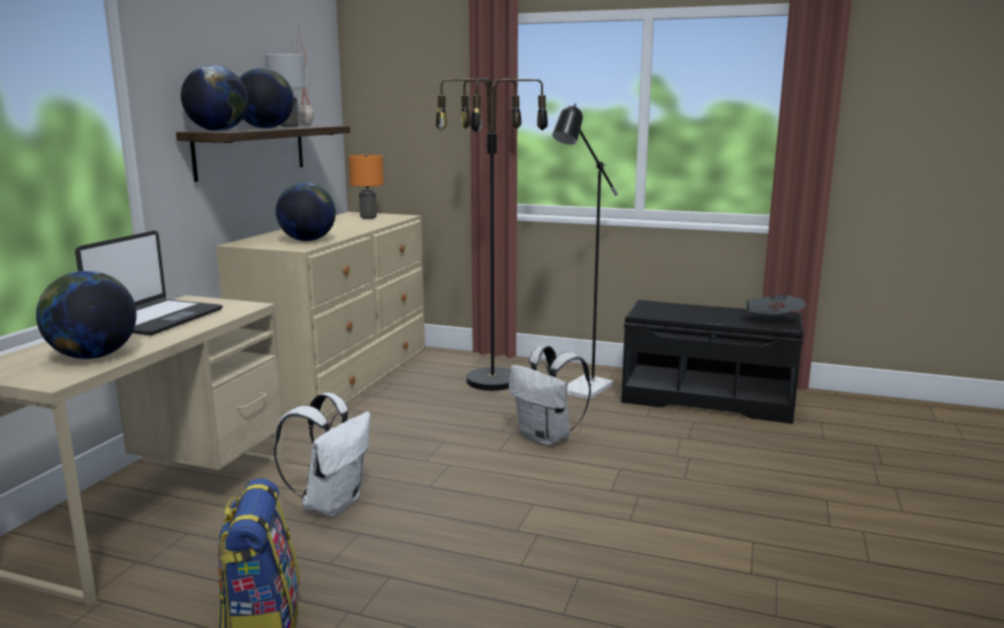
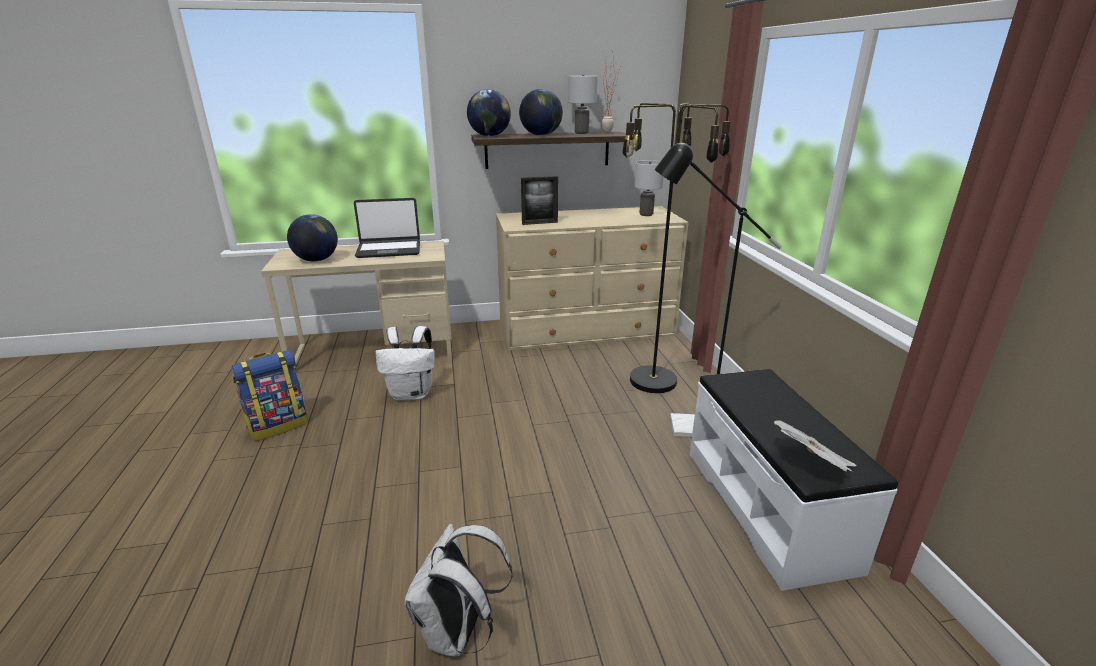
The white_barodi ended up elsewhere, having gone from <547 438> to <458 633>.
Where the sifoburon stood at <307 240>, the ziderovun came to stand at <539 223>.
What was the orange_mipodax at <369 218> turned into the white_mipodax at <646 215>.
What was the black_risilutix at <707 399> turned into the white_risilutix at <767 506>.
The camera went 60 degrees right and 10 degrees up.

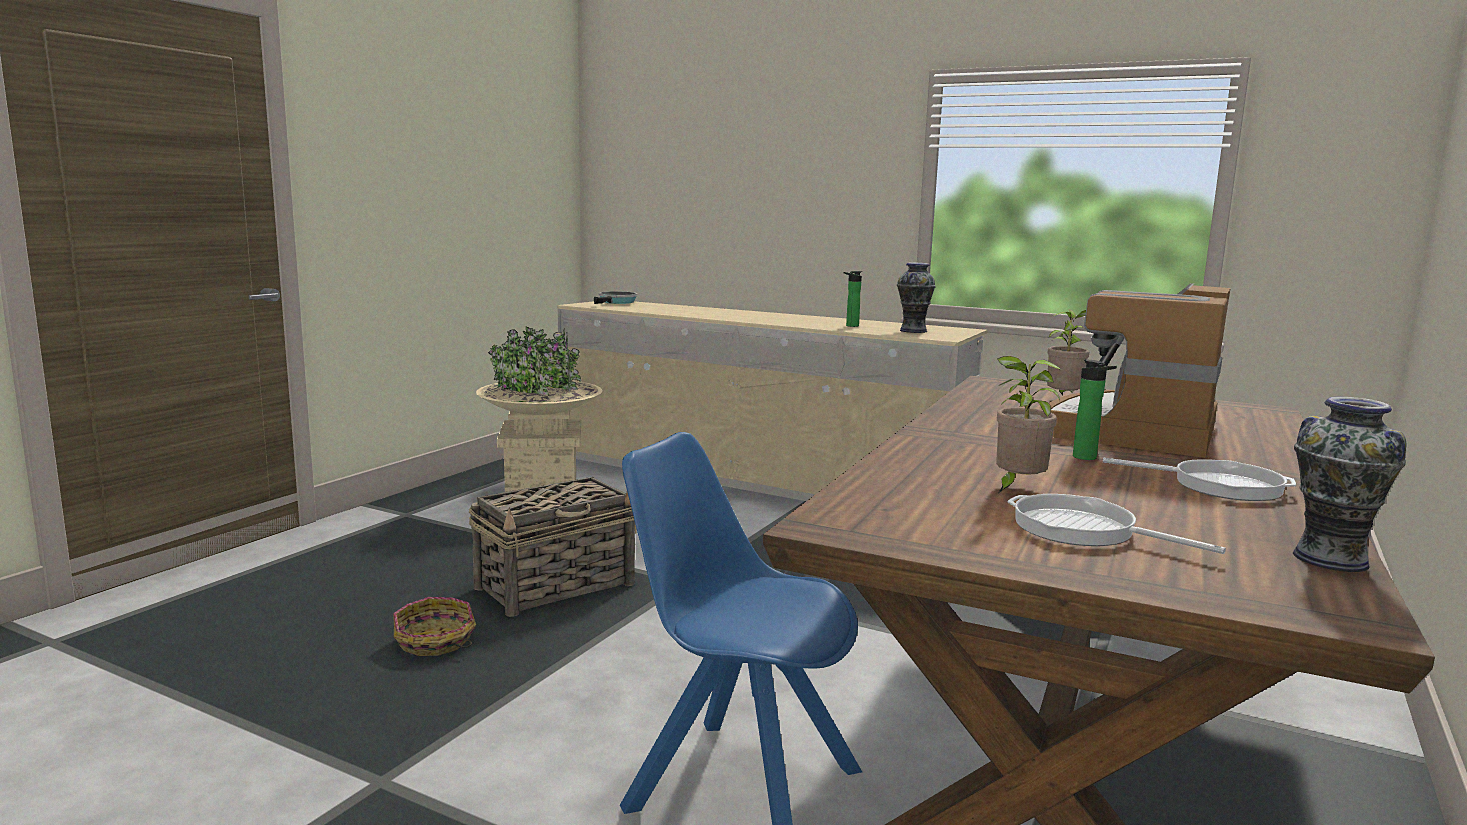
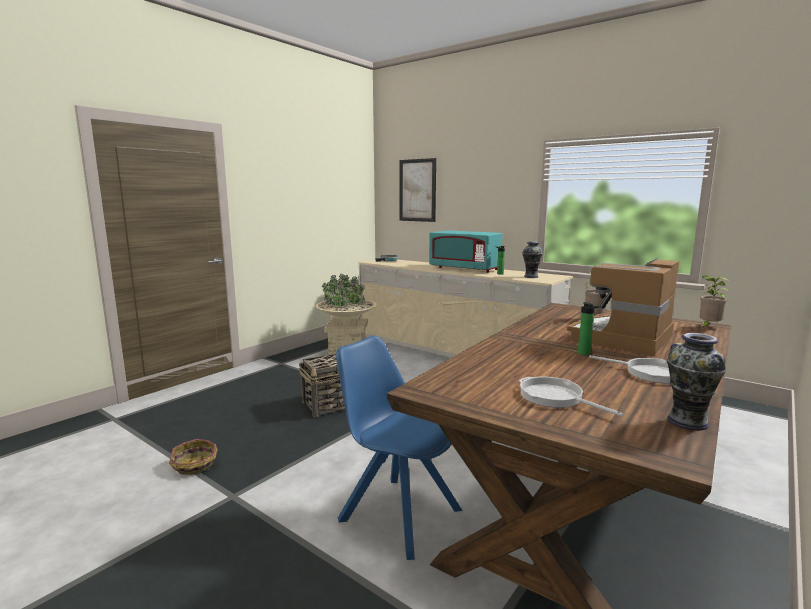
The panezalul ended up elsewhere, having gone from <435 642> to <194 465>.
The second view gained the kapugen at <417 190>.
The second view gained the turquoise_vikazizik at <465 269>.
The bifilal ended up elsewhere, having gone from <1016 487> to <708 327>.
The camera went 10 degrees right and 0 degrees up.

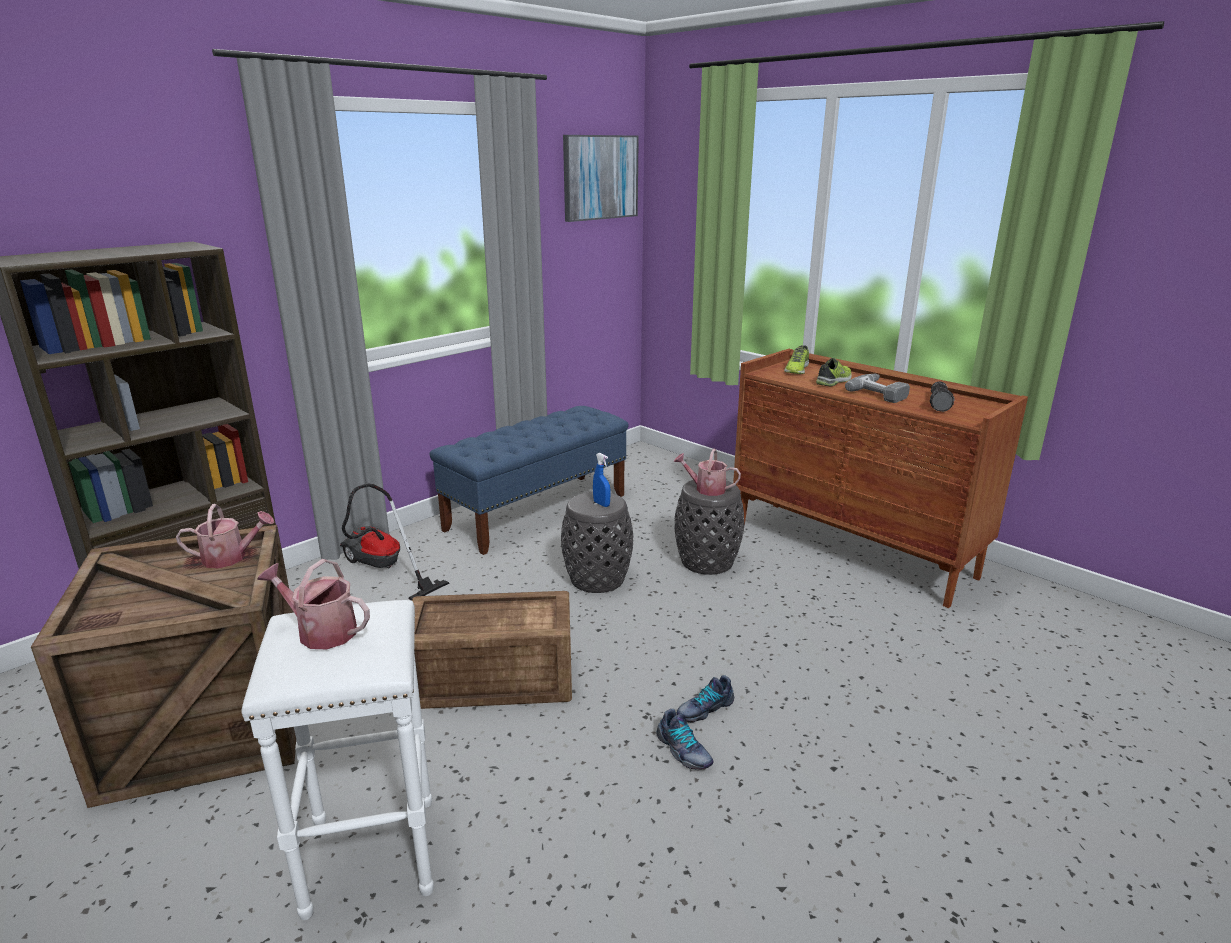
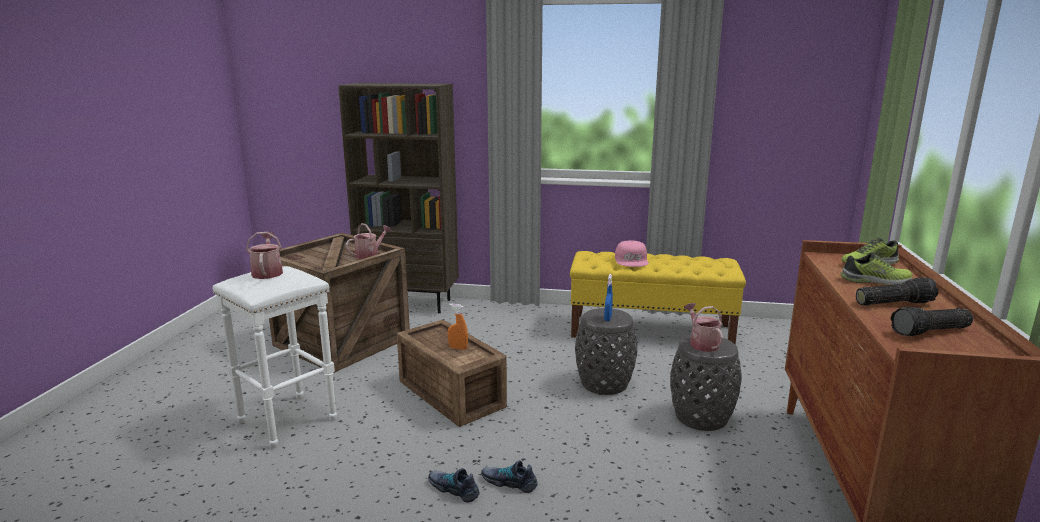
The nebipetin at <231 557> ended up facing another way, 90 degrees counterclockwise from before.
The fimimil at <683 751> ended up facing another way, 105 degrees clockwise from before.
The second view gained the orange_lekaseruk at <458 348>.
What was the blue_risilutix at <537 512> turned into the yellow_risilutix at <651 331>.
The second view gained the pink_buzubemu at <632 260>.
Where the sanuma stood at <881 393>, the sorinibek came to stand at <893 303>.
The second view lost the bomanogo at <382 569>.
The second view lost the kapugen at <600 177>.
The camera went 55 degrees right and 5 degrees down.

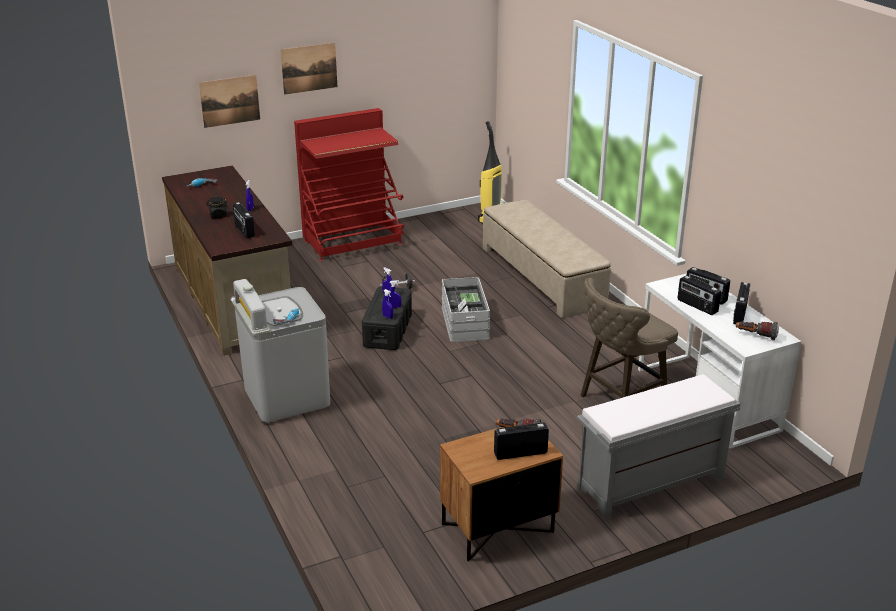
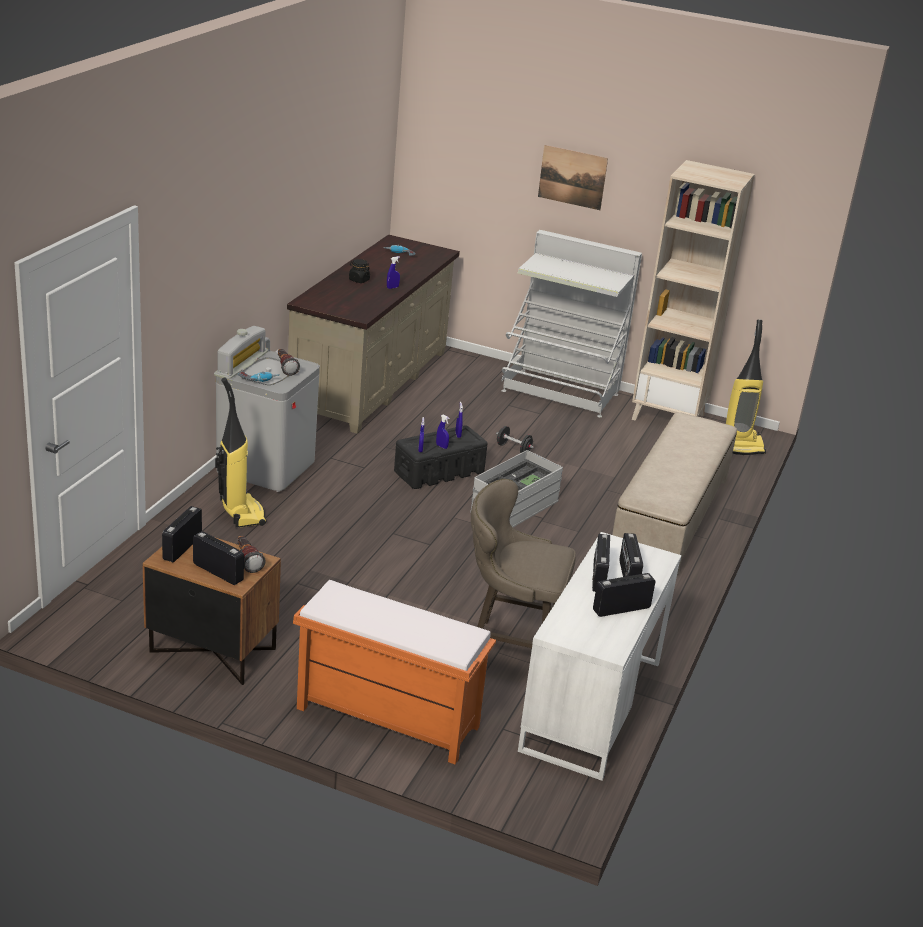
The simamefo ended up elsewhere, having gone from <244 231> to <181 547>.
The second view gained the bomanogo at <241 513>.
The sorinibek ended up elsewhere, having gone from <755 336> to <285 368>.
What was the grey_risilutix at <650 485> turned into the orange_risilutix at <385 718>.
What was the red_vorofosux at <354 243> turned into the white_vorofosux at <558 394>.
The second view gained the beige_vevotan at <668 417>.
The second view lost the kapugen at <230 101>.
The camera went 45 degrees right and 0 degrees up.

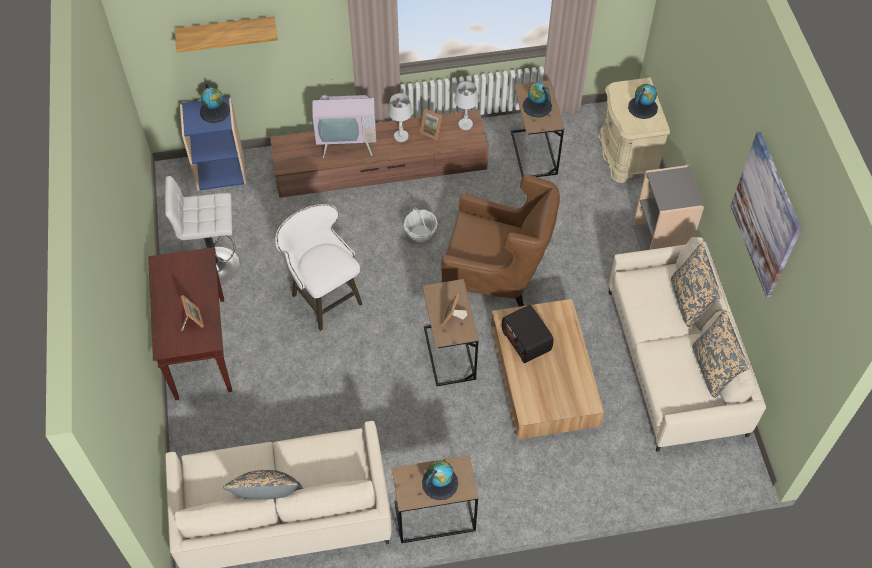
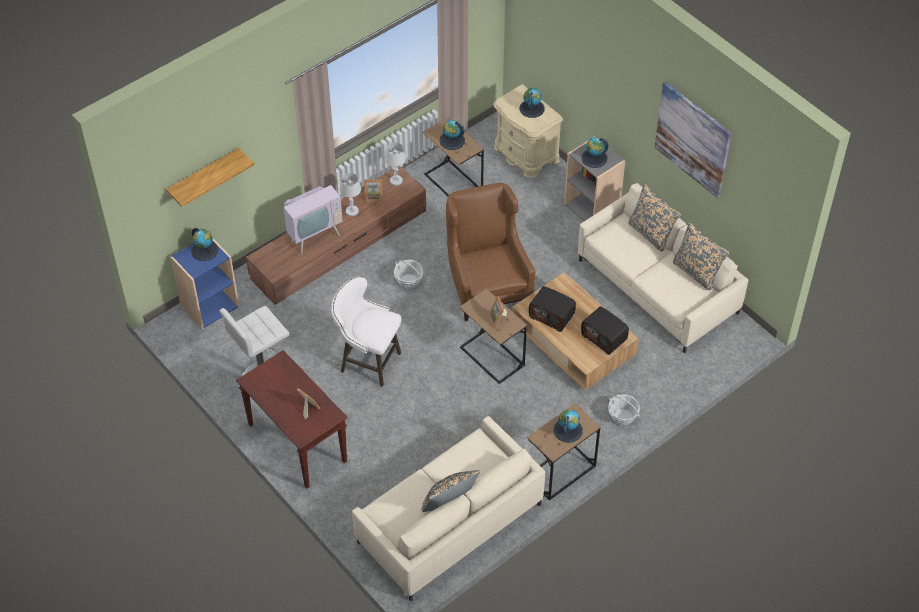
The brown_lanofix at <496 274> ended up facing another way, 90 degrees counterclockwise from before.
The second view gained the sifoburon at <594 158>.
The second view gained the simamefo at <604 337>.
The second view gained the panezalul at <622 417>.
The camera went 30 degrees left and 5 degrees down.

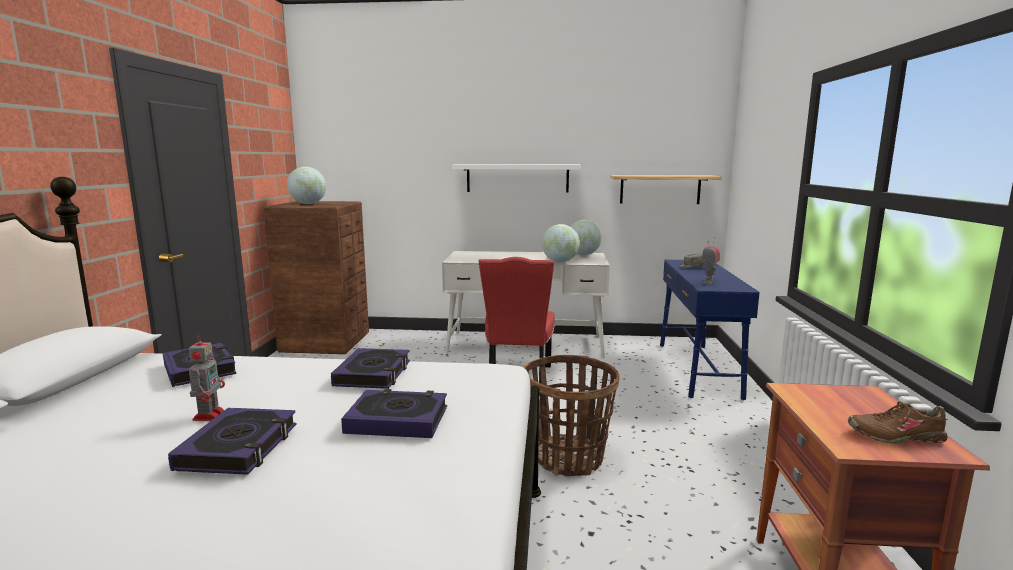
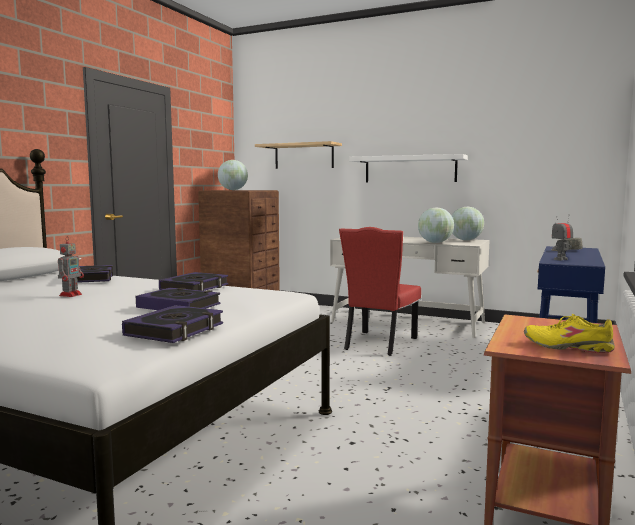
The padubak ended up elsewhere, having gone from <239 447> to <175 330>.
The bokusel ended up elsewhere, having gone from <660 189> to <304 156>.
What was the brown_fimimil at <895 436> turned into the yellow_fimimil at <567 347>.
The second view lost the panezalul at <568 458>.
The camera went 20 degrees right and 5 degrees down.

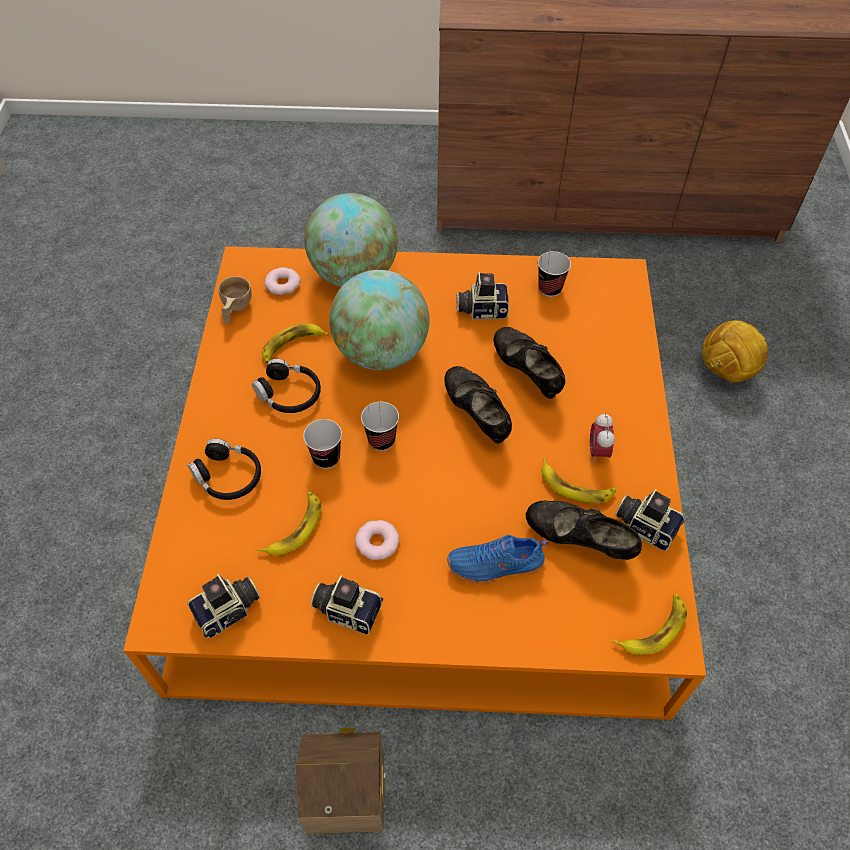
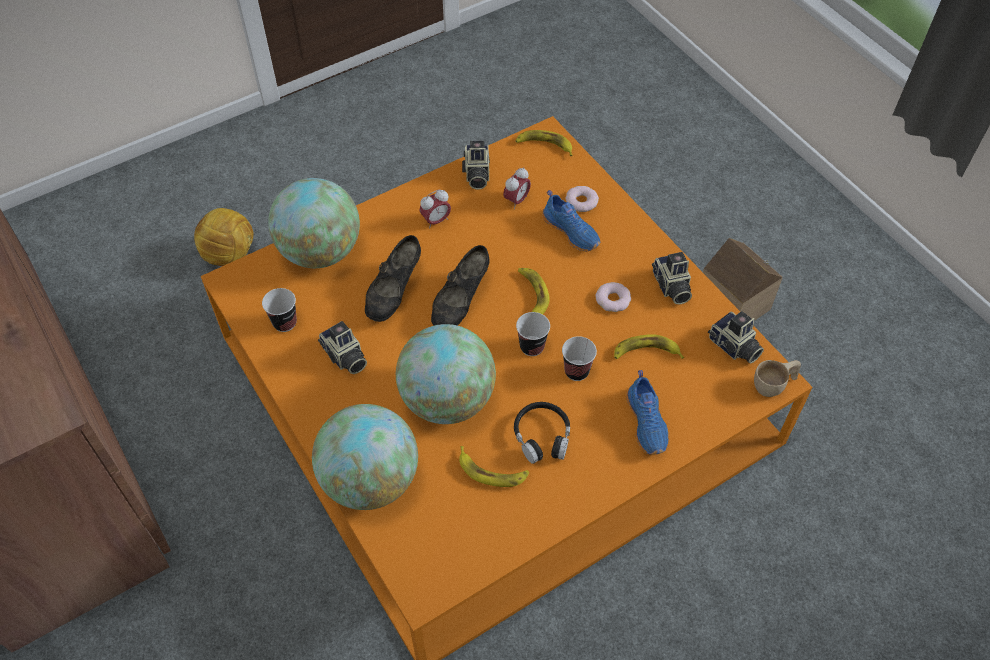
The second view gained the sifoburon at <320 252>.
Where the black_fimimil stood at <578 541>, the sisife came to stand at <516 200>.
The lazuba ended up elsewhere, having gone from <575 486> to <531 295>.
The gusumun ended up elsewhere, having gone from <283 284> to <581 201>.
Where the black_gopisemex stood at <228 476>, the blue_fimimil came to stand at <647 422>.
The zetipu at <229 612> ended up facing another way, 150 degrees counterclockwise from before.
The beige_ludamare ended up elsewhere, having gone from <235 309> to <774 385>.
The camera went 125 degrees left and 0 degrees up.

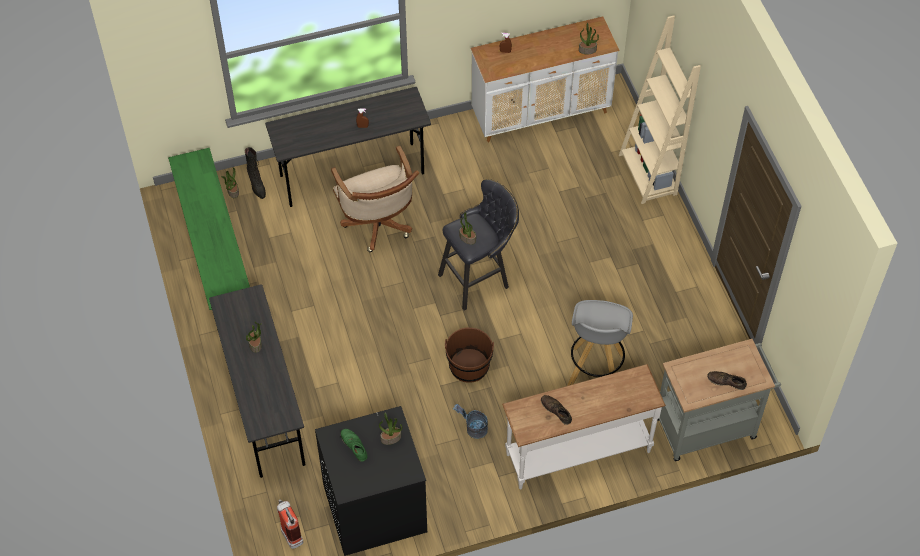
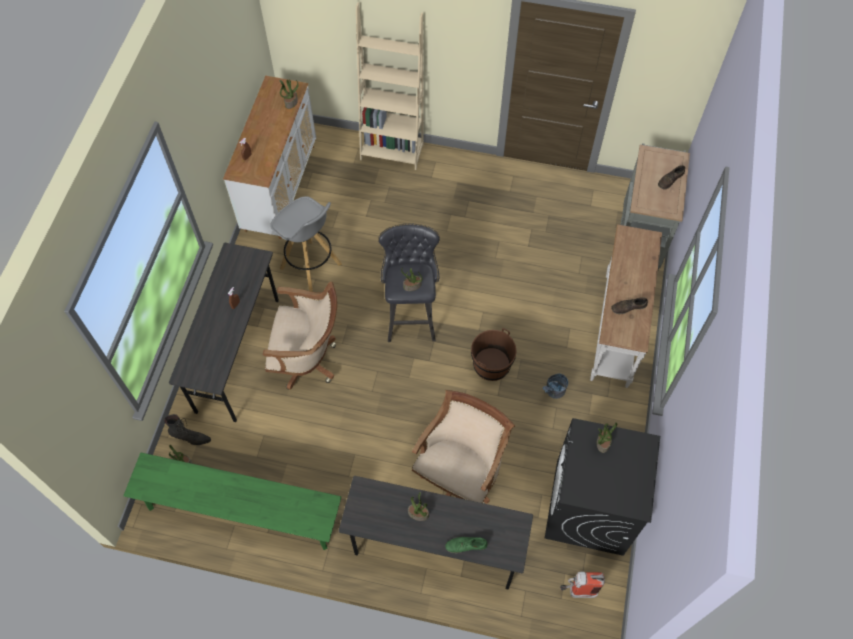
The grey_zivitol ended up elsewhere, having gone from <594 372> to <311 267>.
The second view gained the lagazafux at <460 476>.
The green_fimimil ended up elsewhere, having gone from <354 446> to <466 545>.
The camera went 60 degrees left and 5 degrees up.

